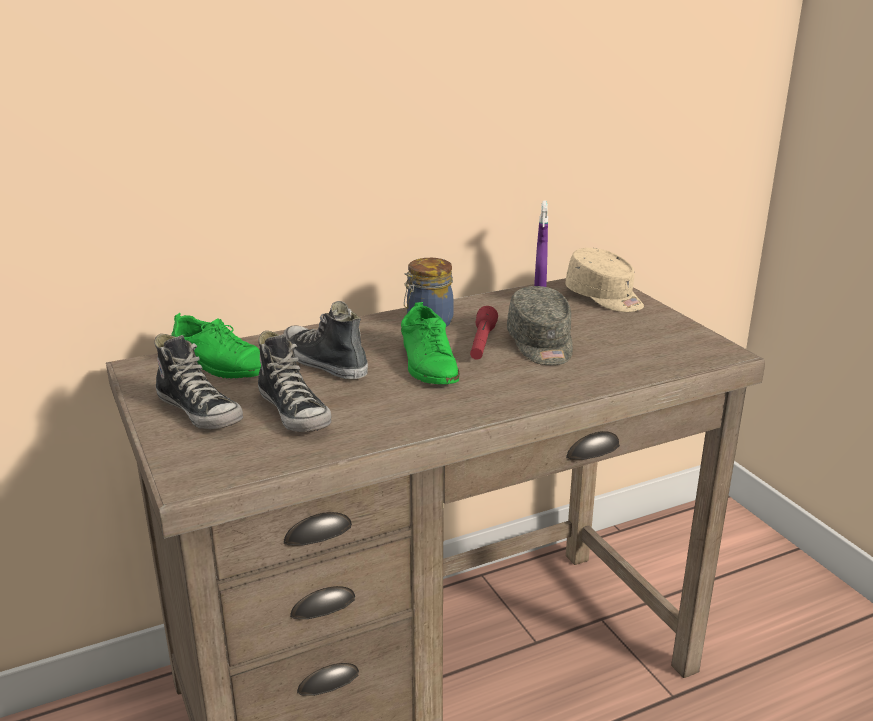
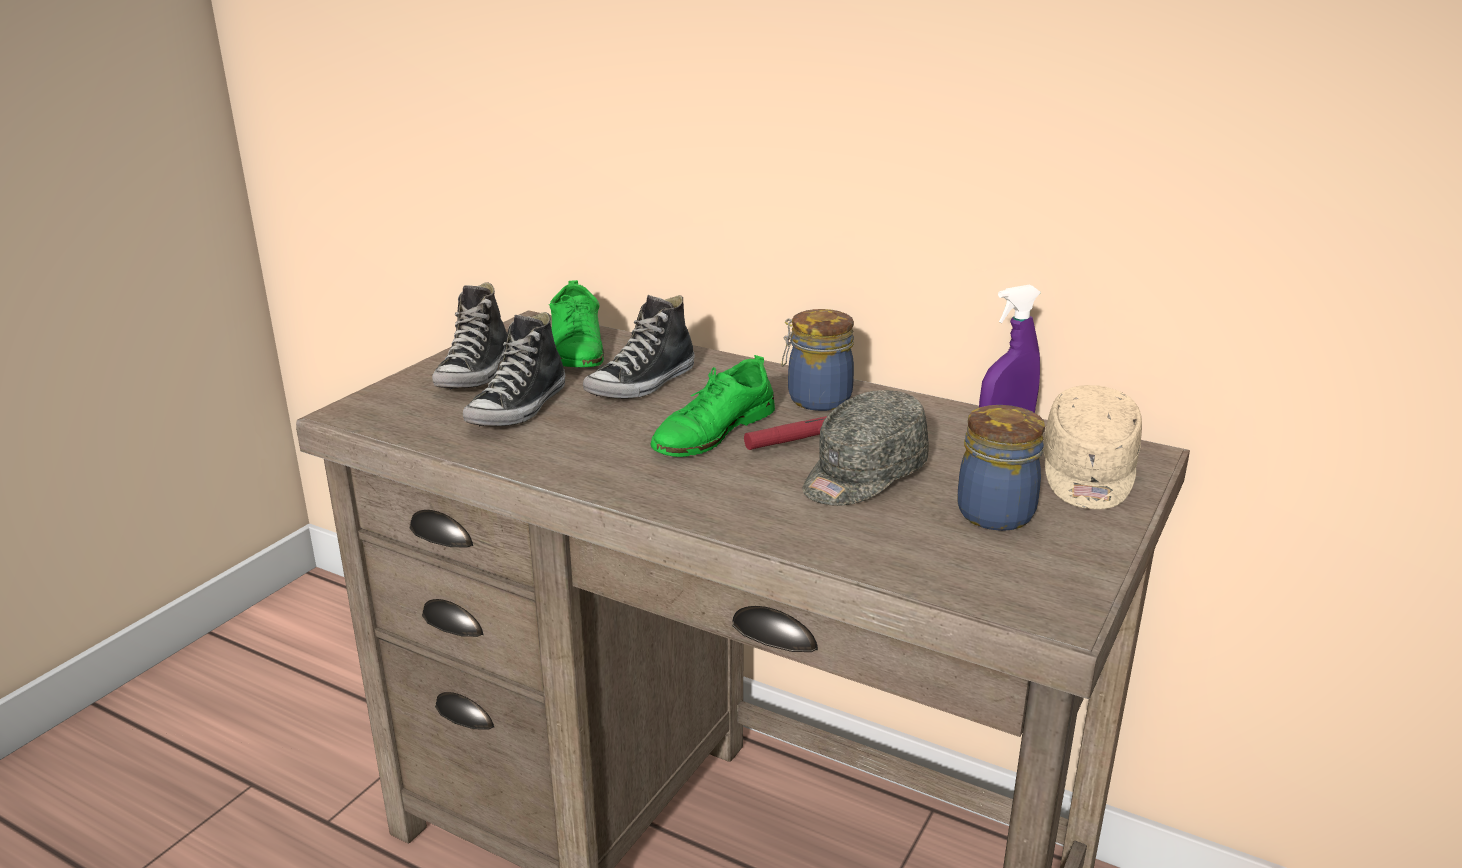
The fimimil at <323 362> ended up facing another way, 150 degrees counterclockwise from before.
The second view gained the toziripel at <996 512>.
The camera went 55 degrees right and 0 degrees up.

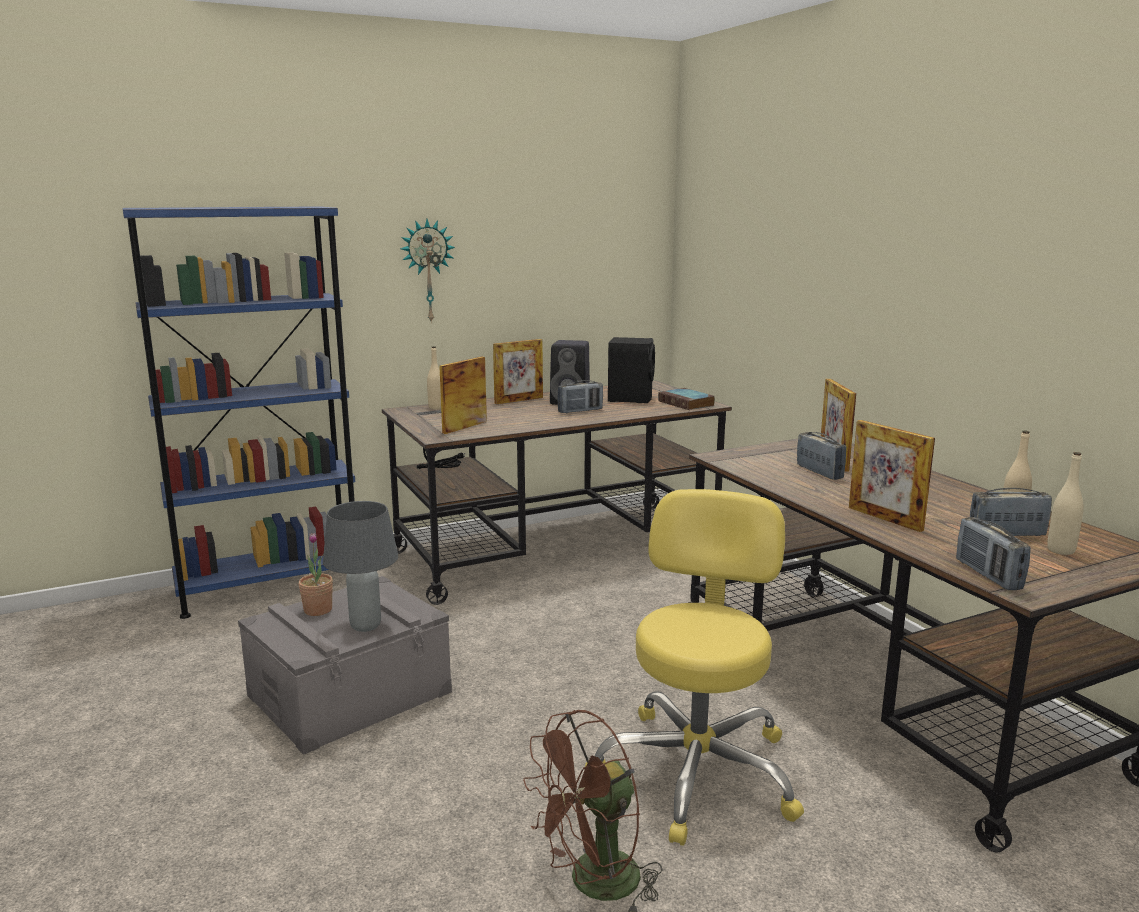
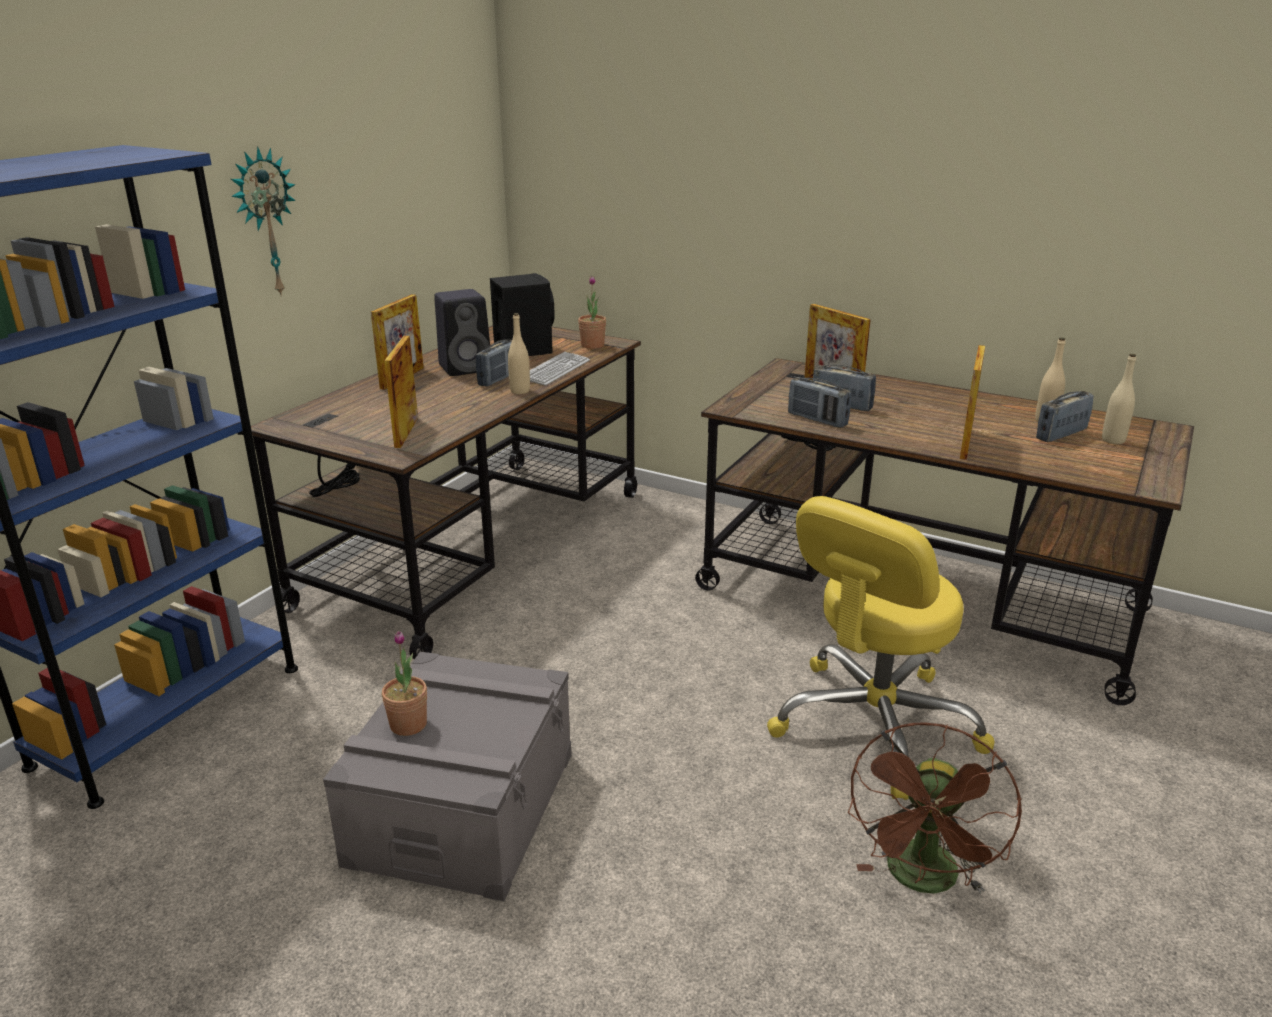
The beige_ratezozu ended up elsewhere, having gone from <436 407> to <520 391>.
The second view gained the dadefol at <555 370>.
Where the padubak stood at <687 403>, the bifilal came to stand at <592 345>.
The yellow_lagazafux at <698 766> ended up facing another way, 120 degrees counterclockwise from before.
The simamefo ended up elsewhere, having gone from <988 575> to <817 420>.
The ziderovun at <884 518> ended up facing another way, 90 degrees counterclockwise from before.
The second view lost the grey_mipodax at <365 627>.
The camera went 35 degrees left and 10 degrees up.

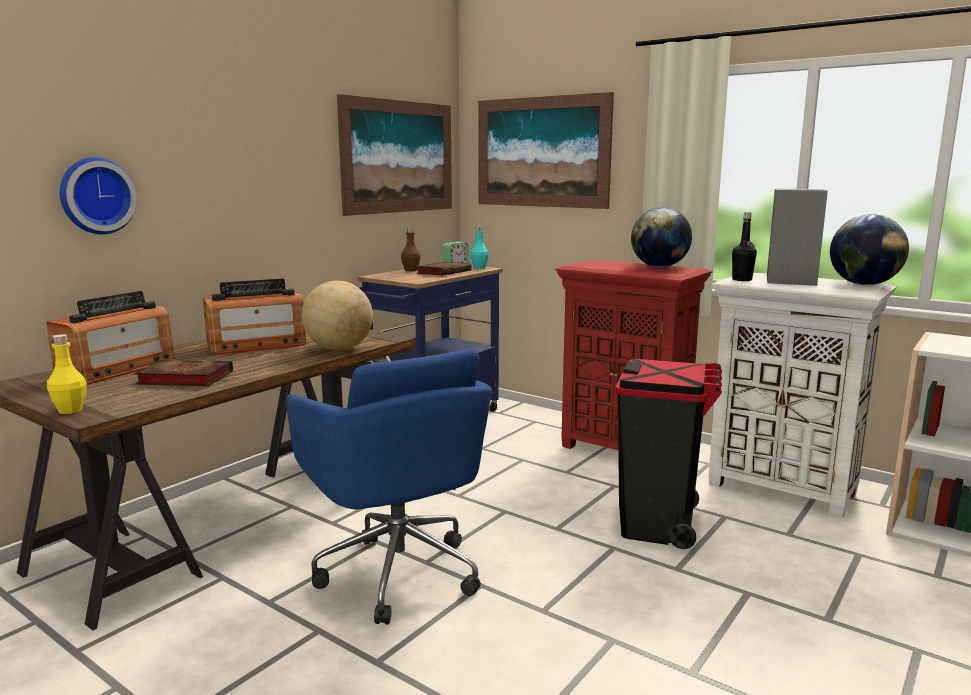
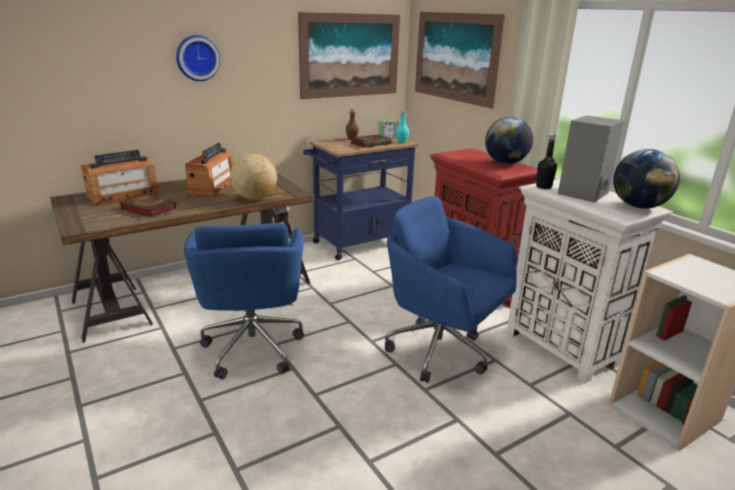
The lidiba ended up elsewhere, having gone from <96 196> to <197 58>.
The simamefo at <257 345> ended up facing another way, 75 degrees counterclockwise from before.
Where the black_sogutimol stood at <658 524>, the blue_lagazafux came to stand at <442 354>.
The second view lost the yellow_ratezozu at <70 410>.
The camera went 20 degrees right and 10 degrees up.

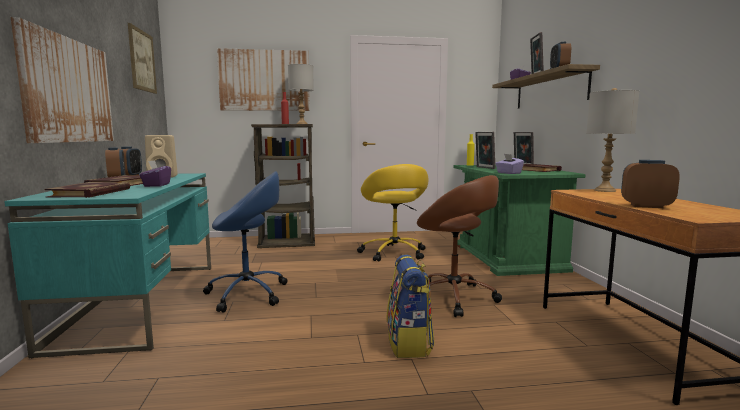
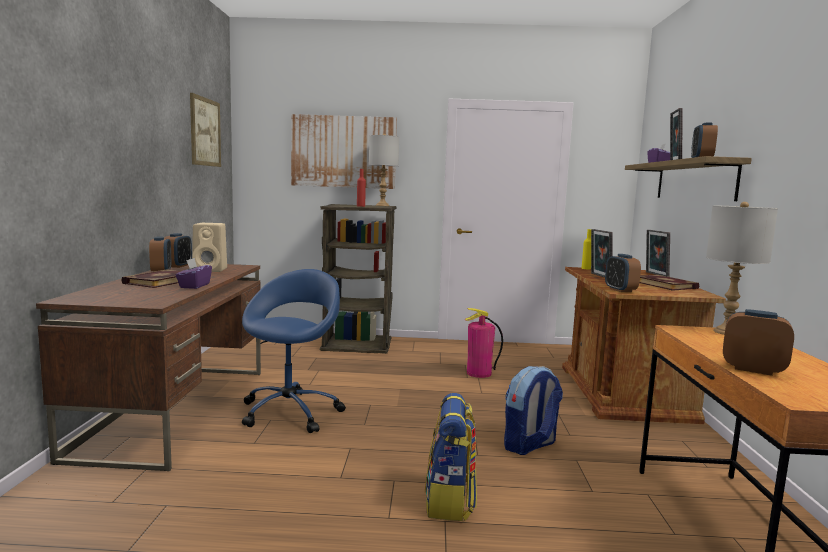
What was the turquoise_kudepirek at <143 302> turned into the brown_kudepirek at <177 410>.
The blue_lagazafux at <249 293> ended up facing another way, 60 degrees counterclockwise from before.
Where the yellow_lagazafux stood at <394 253>, the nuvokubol came to stand at <479 373>.
Where the brown_lagazafux stood at <454 298>, the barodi came to stand at <529 445>.
What was the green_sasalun at <507 257> turned into the brown_sasalun at <623 392>.
Where the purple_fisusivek stood at <508 173>, the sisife came to stand at <620 290>.
The second view lost the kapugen at <69 90>.
The second view lost the padubak at <91 193>.
The camera went 10 degrees right and 0 degrees up.

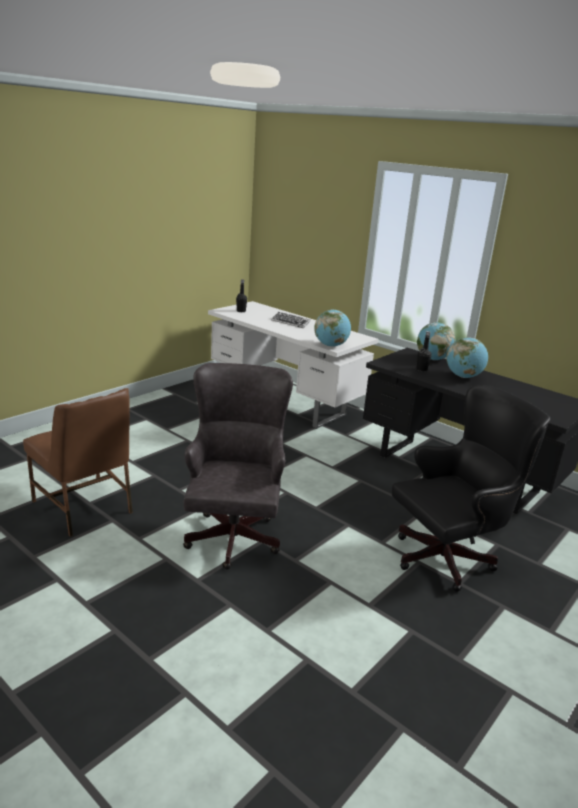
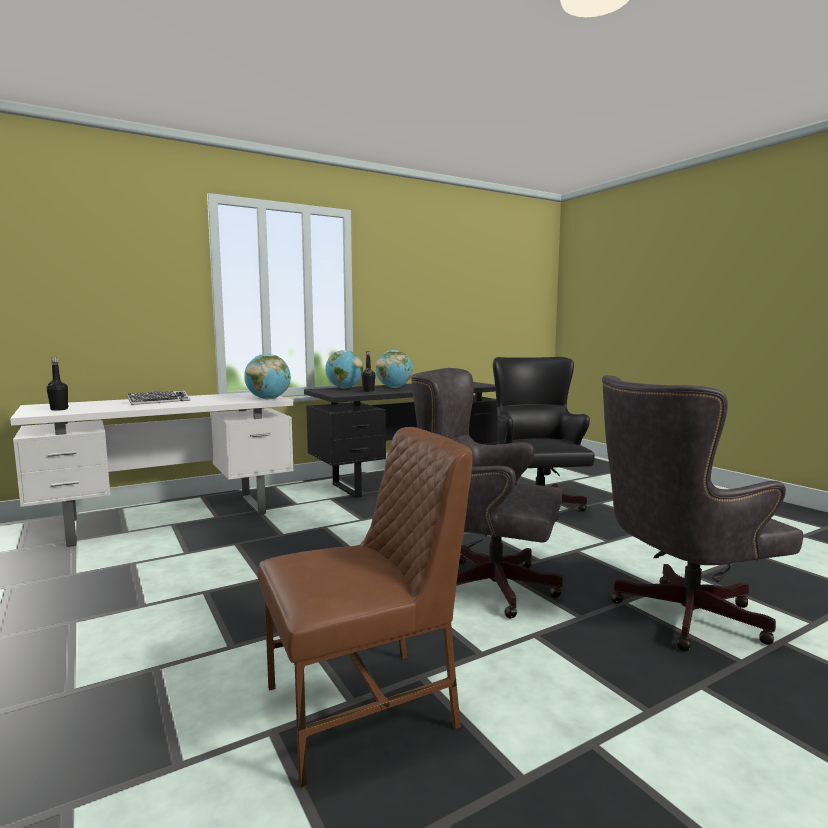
The second view gained the grey_lagazafux at <681 617>.
The camera went 70 degrees left and 15 degrees down.

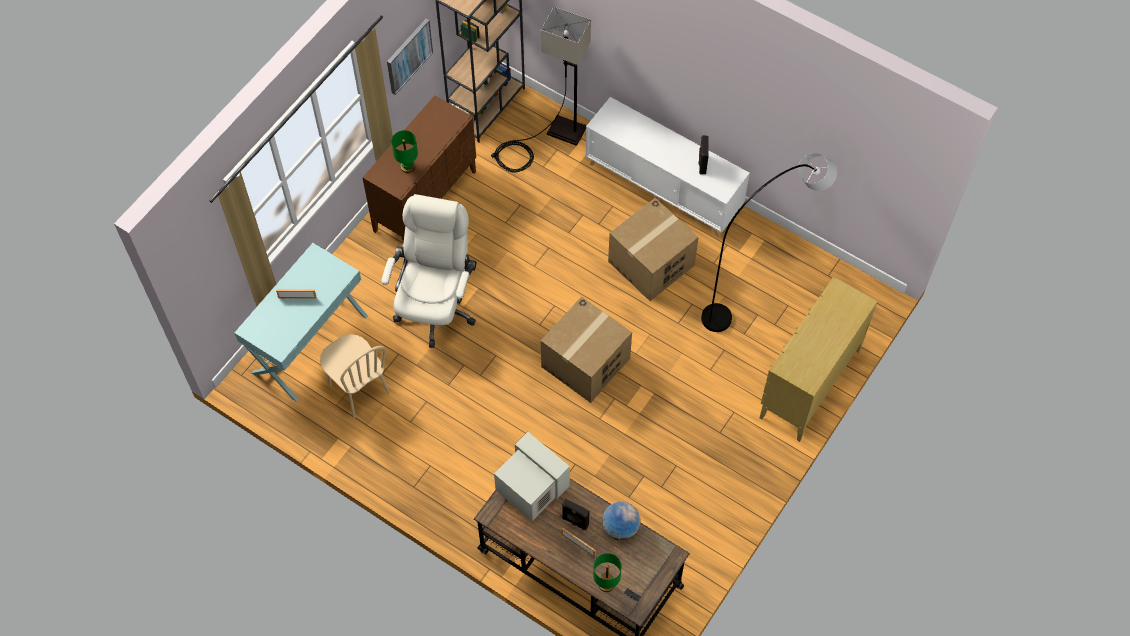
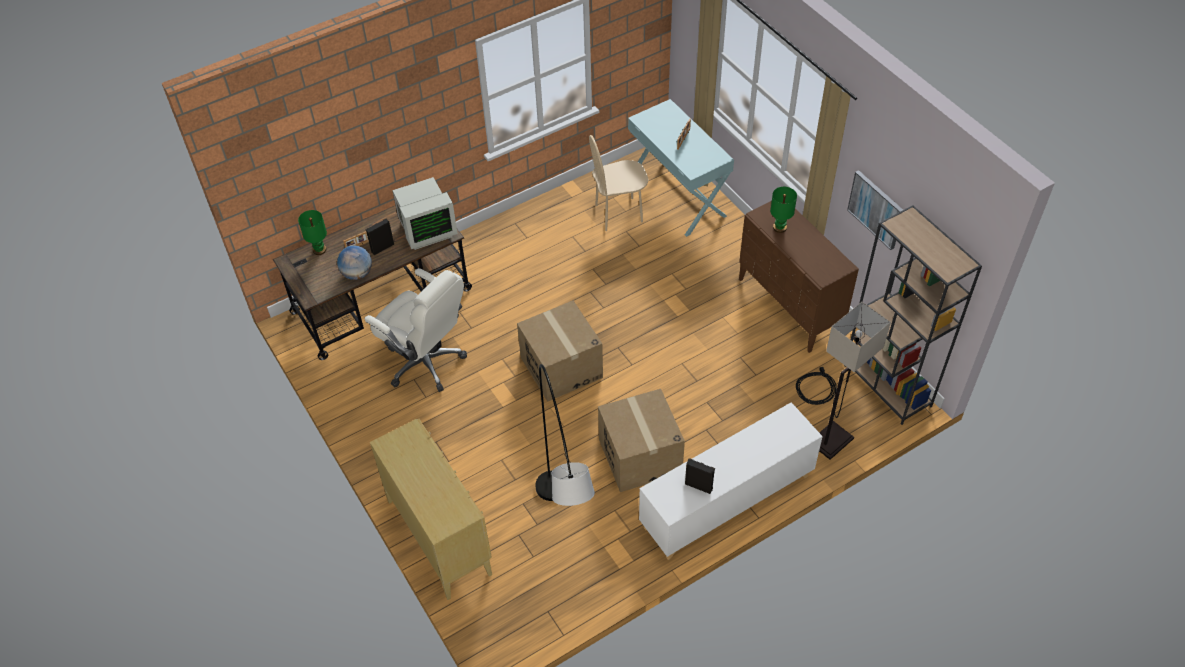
The white_lagazafux ended up elsewhere, having gone from <436 309> to <426 363>.
The camera went 115 degrees right and 10 degrees down.

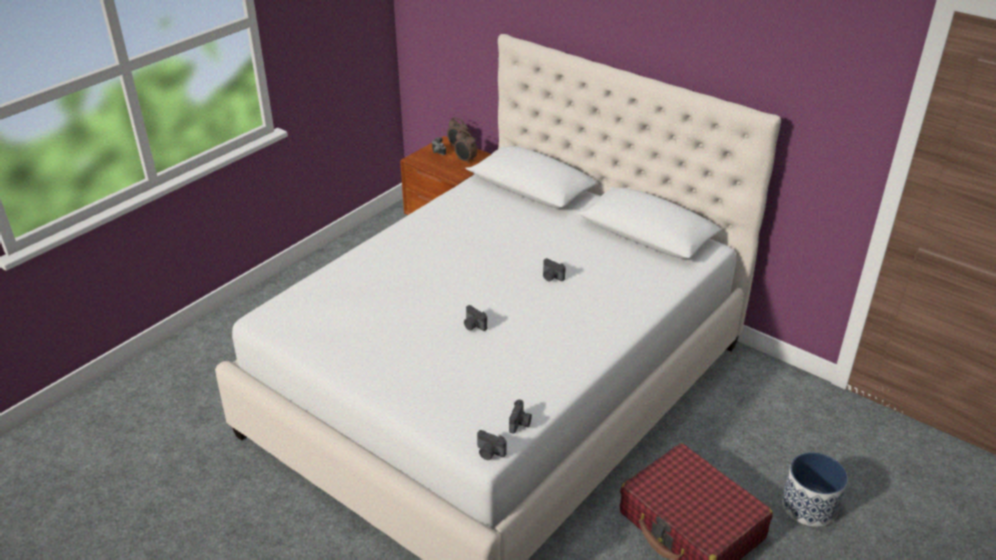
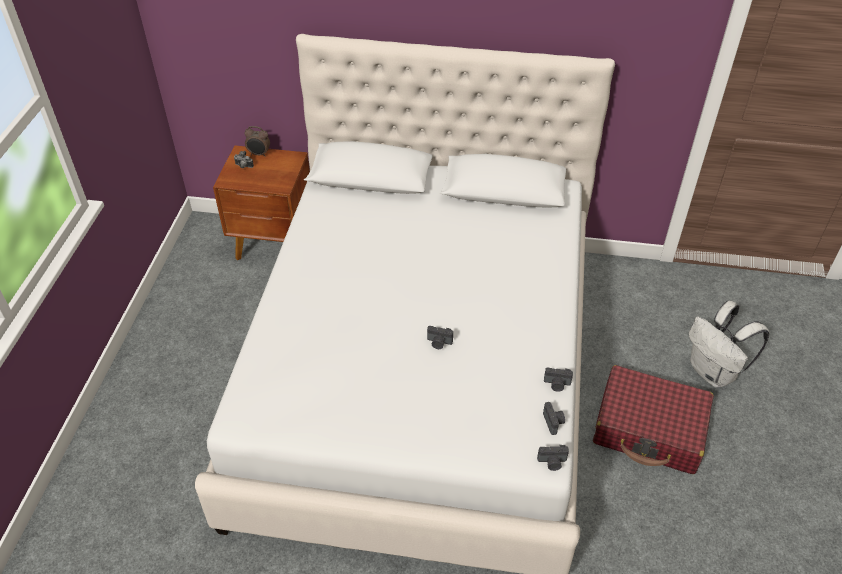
The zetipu ended up elsewhere, having gone from <551 277> to <557 384>.
Where the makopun stood at <809 506>, the white_barodi came to stand at <714 372>.
The second view lost the sisife at <465 161>.
The camera went 30 degrees left and 10 degrees up.

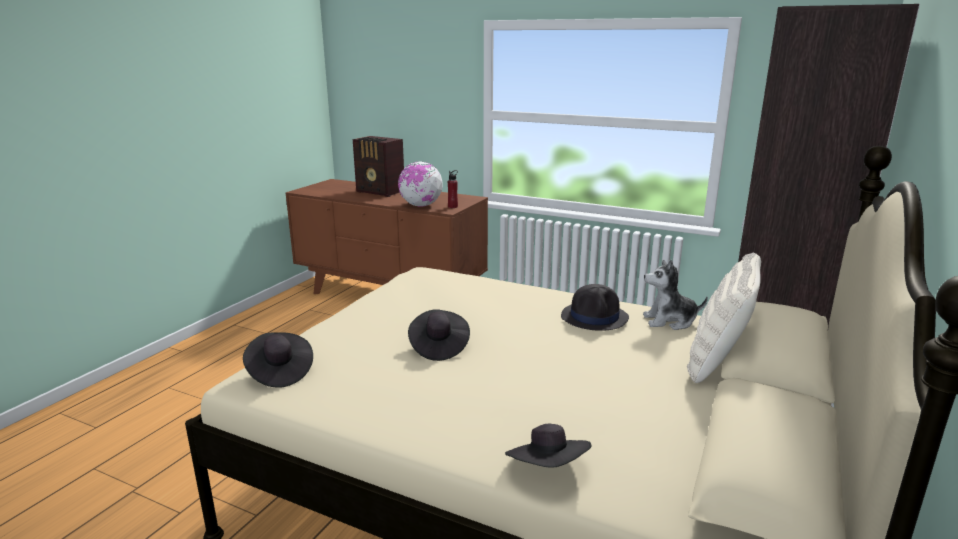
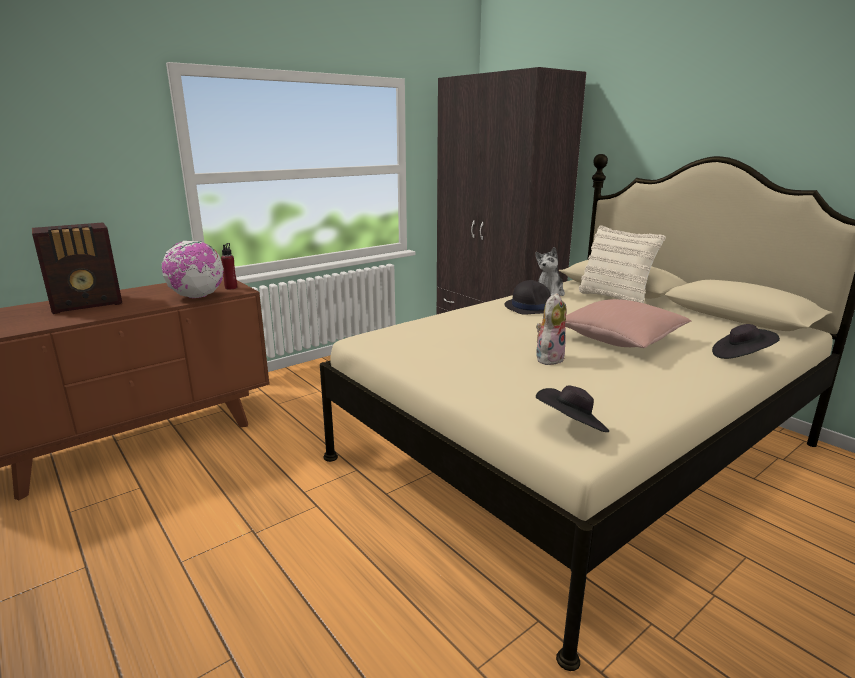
Where the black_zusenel stood at <438 347>, the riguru came to stand at <548 358>.
The second view gained the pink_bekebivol at <619 339>.
The camera went 65 degrees left and 0 degrees up.

